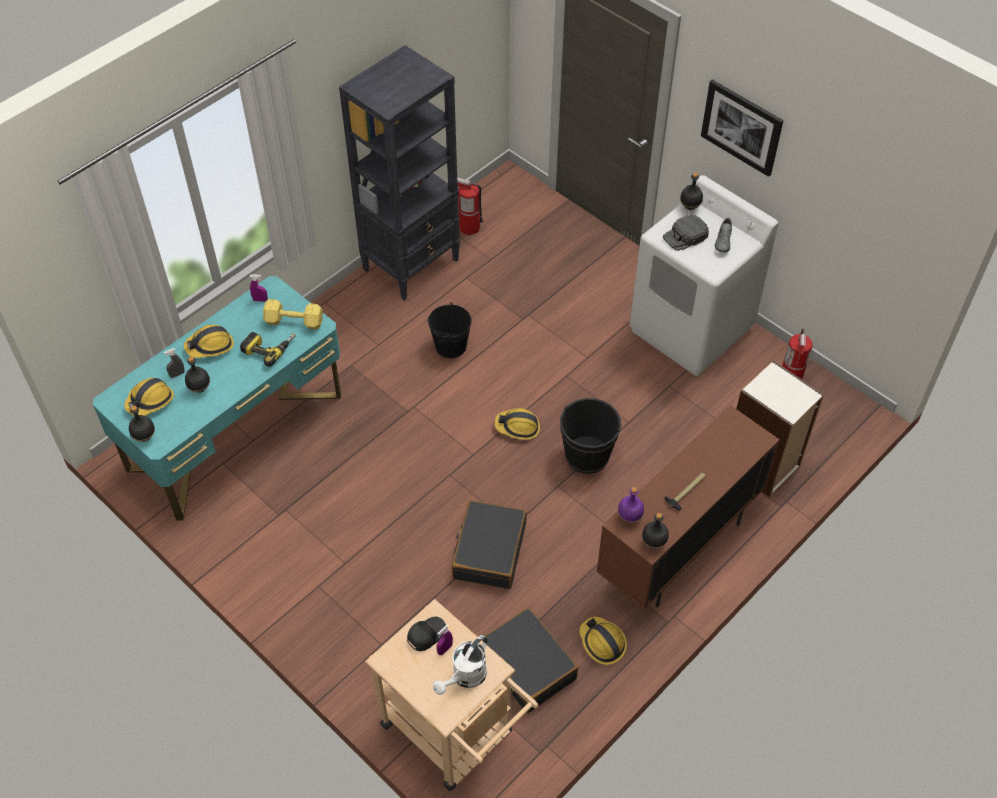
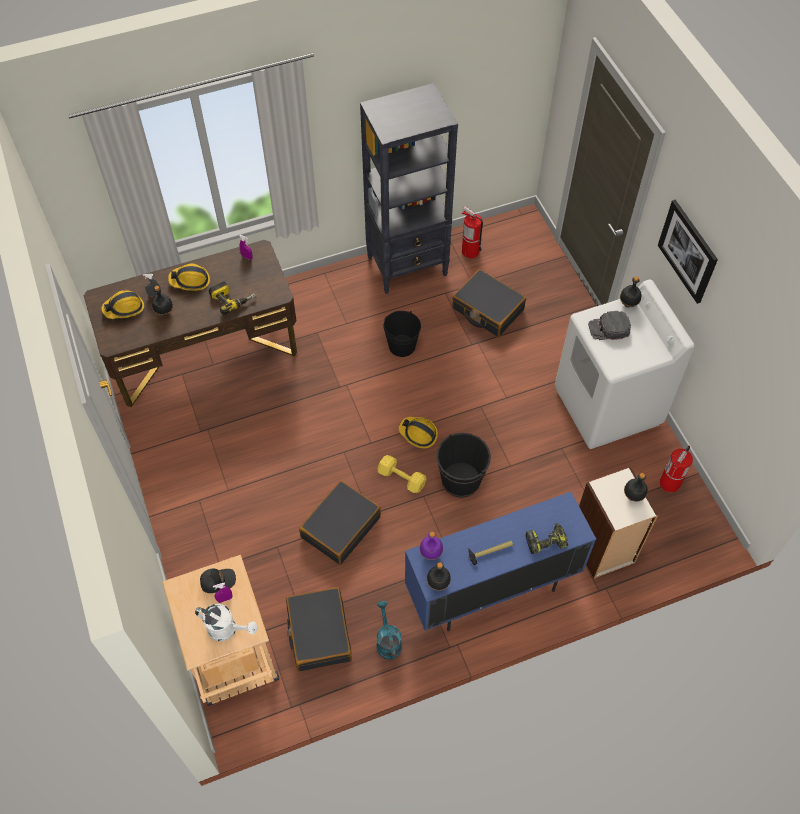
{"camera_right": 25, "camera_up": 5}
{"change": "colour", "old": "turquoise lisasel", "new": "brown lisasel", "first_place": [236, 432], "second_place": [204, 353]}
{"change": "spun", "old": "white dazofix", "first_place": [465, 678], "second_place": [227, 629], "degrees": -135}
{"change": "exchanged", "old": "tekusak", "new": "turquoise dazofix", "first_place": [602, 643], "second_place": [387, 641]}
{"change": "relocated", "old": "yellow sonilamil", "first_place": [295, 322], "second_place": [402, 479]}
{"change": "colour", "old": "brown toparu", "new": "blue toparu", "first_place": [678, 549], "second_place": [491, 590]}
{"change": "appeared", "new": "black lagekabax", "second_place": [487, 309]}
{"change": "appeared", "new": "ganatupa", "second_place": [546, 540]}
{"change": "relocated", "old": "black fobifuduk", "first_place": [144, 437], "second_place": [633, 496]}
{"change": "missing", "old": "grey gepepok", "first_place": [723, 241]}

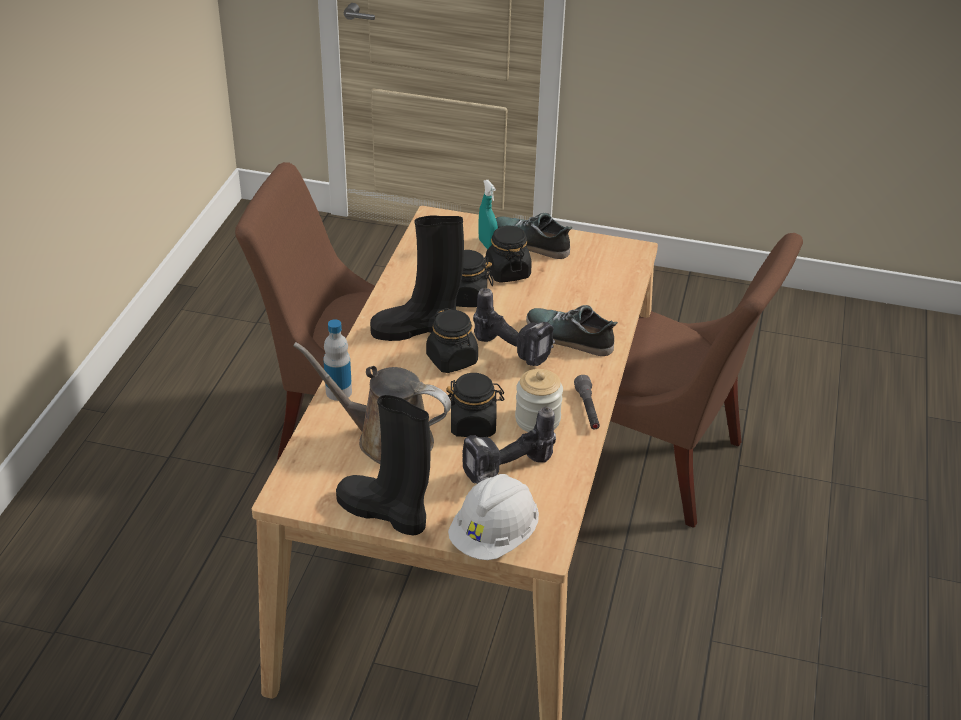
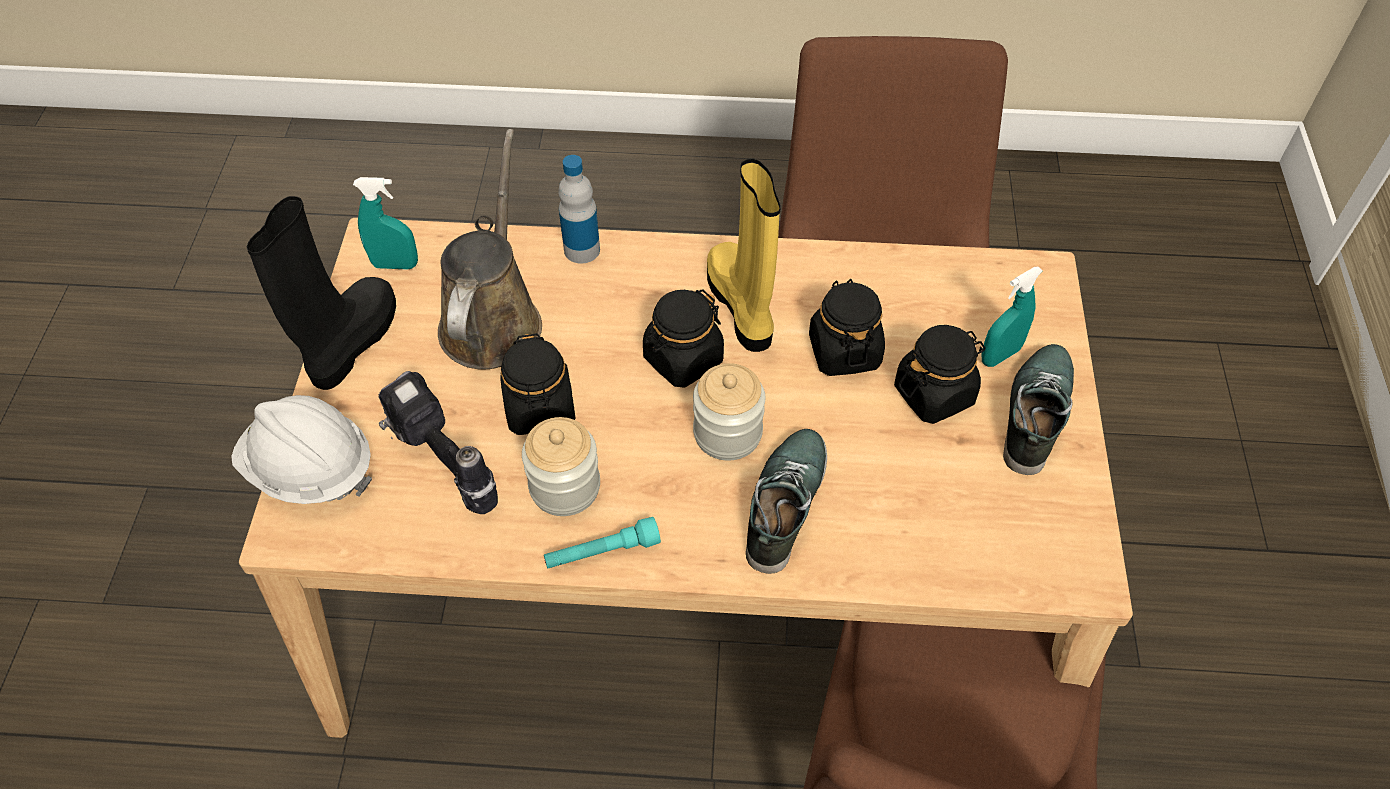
{"camera_right": 80, "camera_up": 15}
{"change": "appeared", "new": "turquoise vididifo", "second_place": [395, 265]}
{"change": "colour", "old": "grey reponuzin", "new": "turquoise reponuzin", "first_place": [587, 409], "second_place": [602, 552]}
{"change": "exchanged", "old": "ganatupa", "new": "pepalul", "first_place": [514, 350], "second_place": [727, 433]}
{"change": "colour", "old": "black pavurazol", "new": "yellow pavurazol", "first_place": [416, 330], "second_place": [742, 306]}

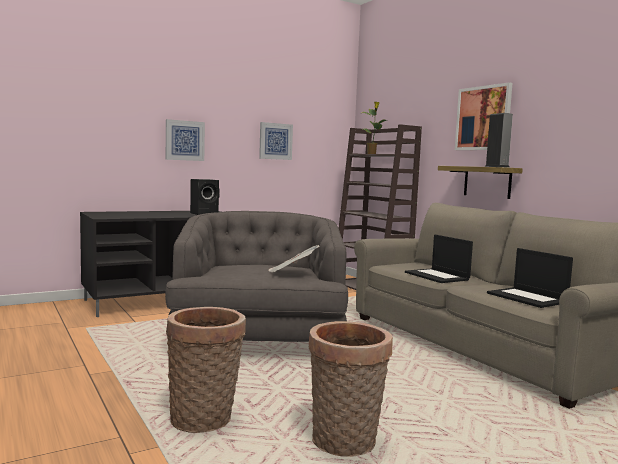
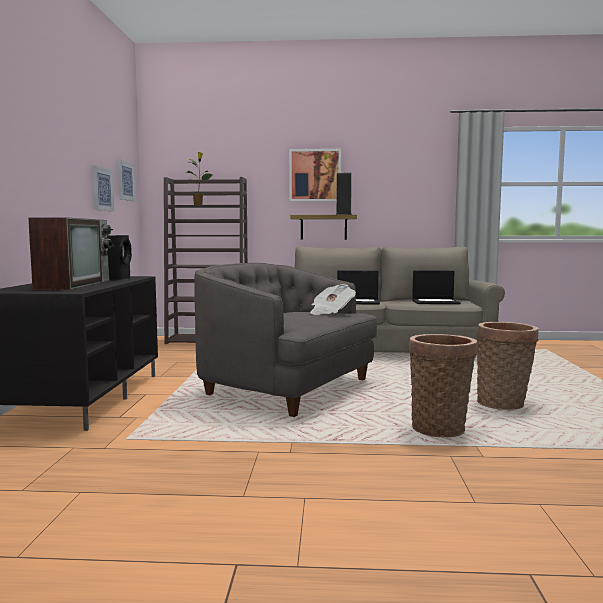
{"camera_right": -55, "camera_up": 0}
{"change": "appeared", "new": "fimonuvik", "second_place": [74, 284]}
{"change": "relocated", "old": "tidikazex", "first_place": [184, 140], "second_place": [125, 181]}

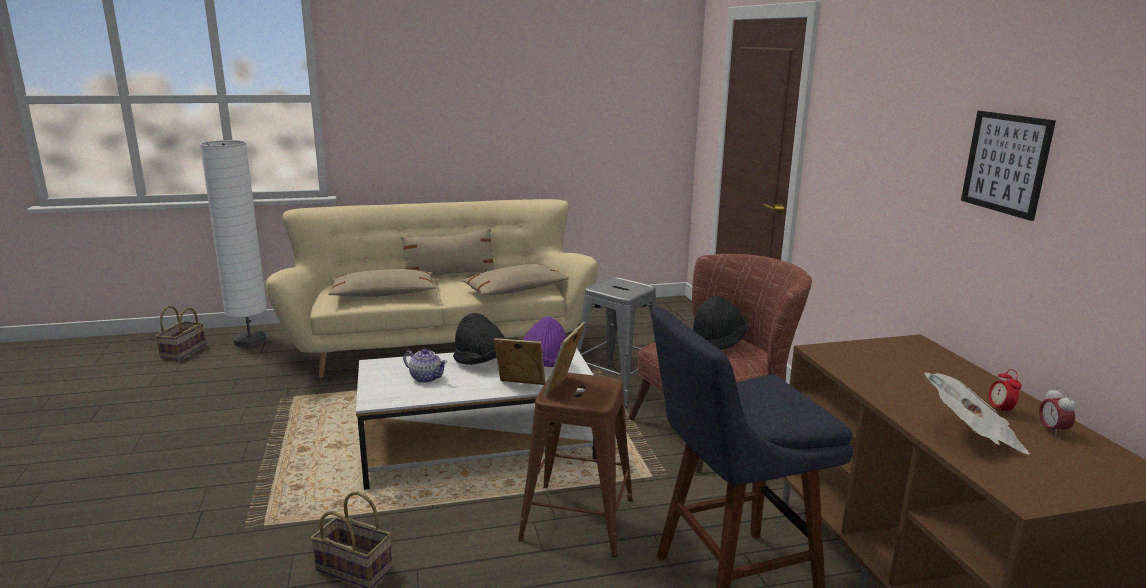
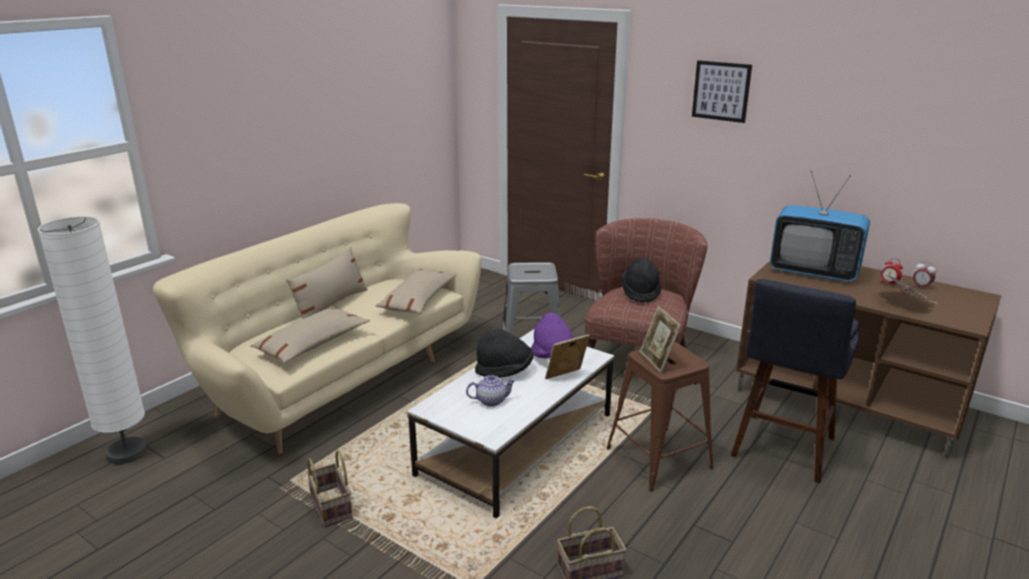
{"camera_right": -40, "camera_up": 5}
{"change": "relocated", "old": "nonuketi", "first_place": [183, 351], "second_place": [332, 507]}
{"change": "relocated", "old": "tidikazex", "first_place": [1006, 163], "second_place": [721, 91]}
{"change": "appeared", "new": "fimonuvik", "second_place": [813, 272]}

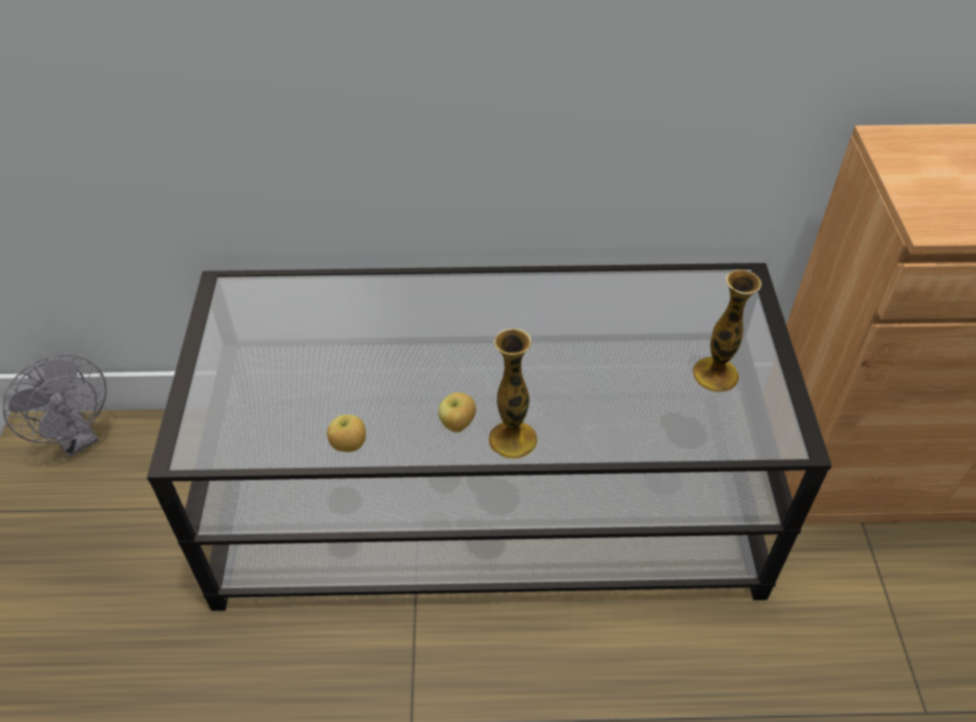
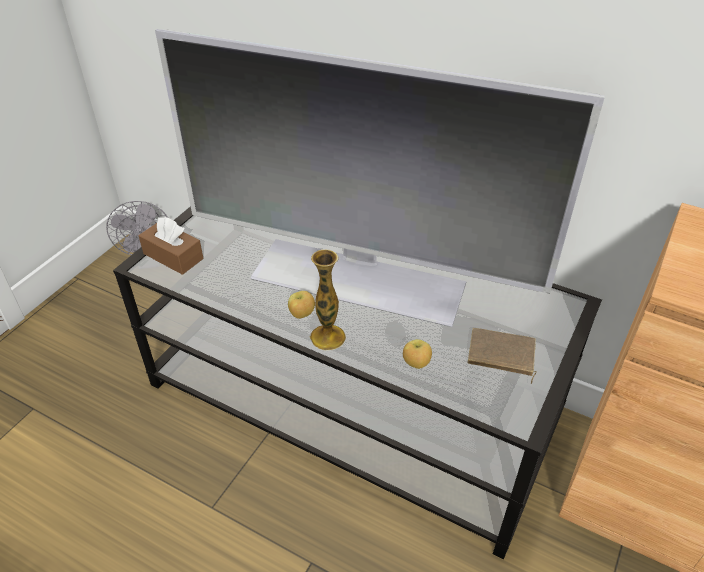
{"camera_right": 30, "camera_up": -5}
{"change": "appeared", "new": "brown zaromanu", "second_place": [173, 256]}
{"change": "appeared", "new": "fimonuvik", "second_place": [359, 278]}
{"change": "relocated", "old": "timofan", "first_place": [348, 446], "second_place": [416, 364]}
{"change": "exchanged", "old": "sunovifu", "new": "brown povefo", "first_place": [715, 374], "second_place": [500, 356]}

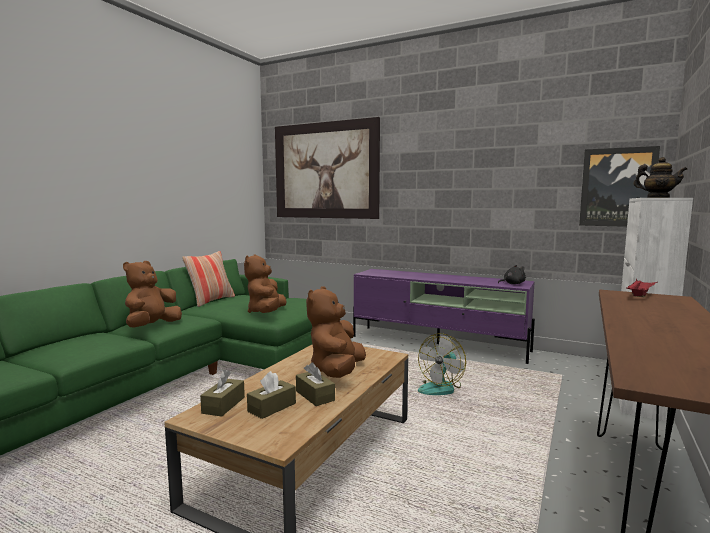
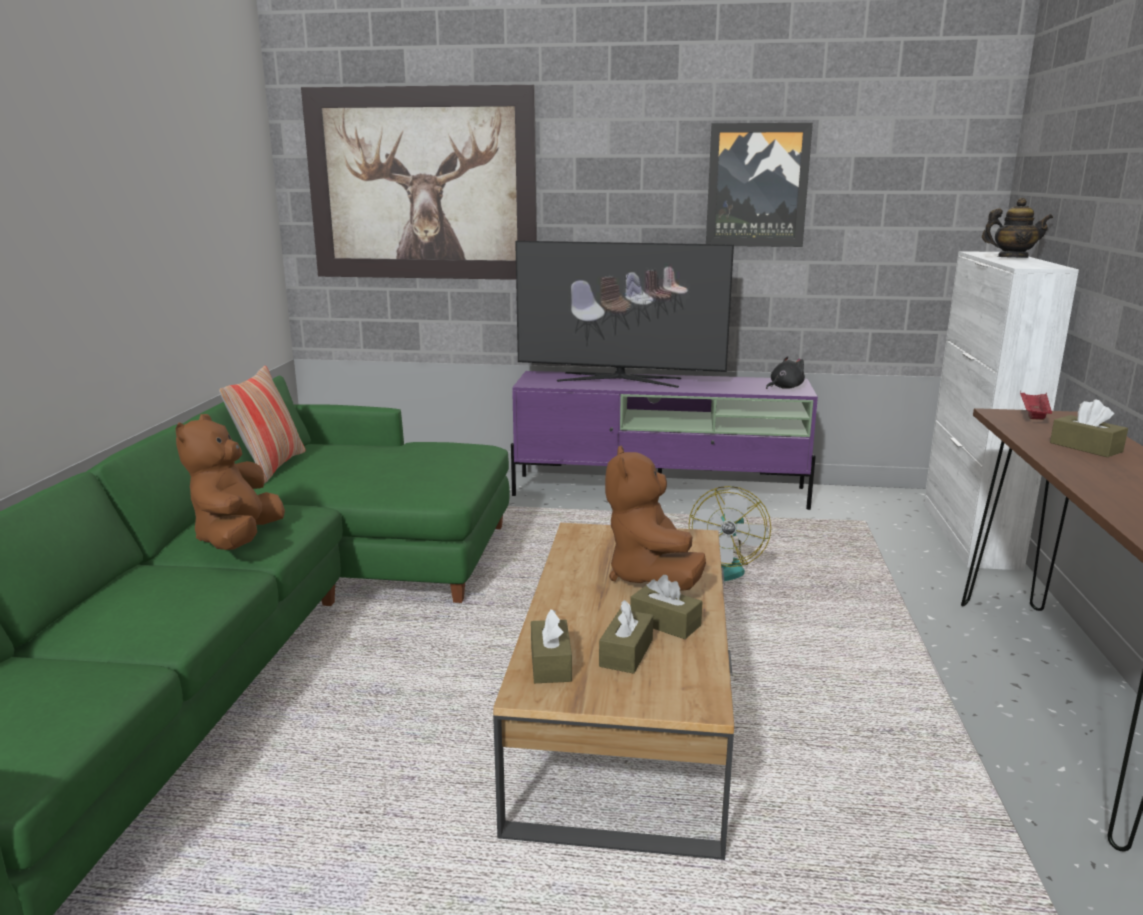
{"camera_right": -20, "camera_up": 10}
{"change": "appeared", "new": "fimonuvik", "second_place": [619, 379]}
{"change": "relocated", "old": "tidikazex", "first_place": [617, 187], "second_place": [757, 185]}
{"change": "appeared", "new": "brown zaromanu", "second_place": [1085, 447]}
{"change": "missing", "old": "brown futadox", "first_place": [266, 312]}

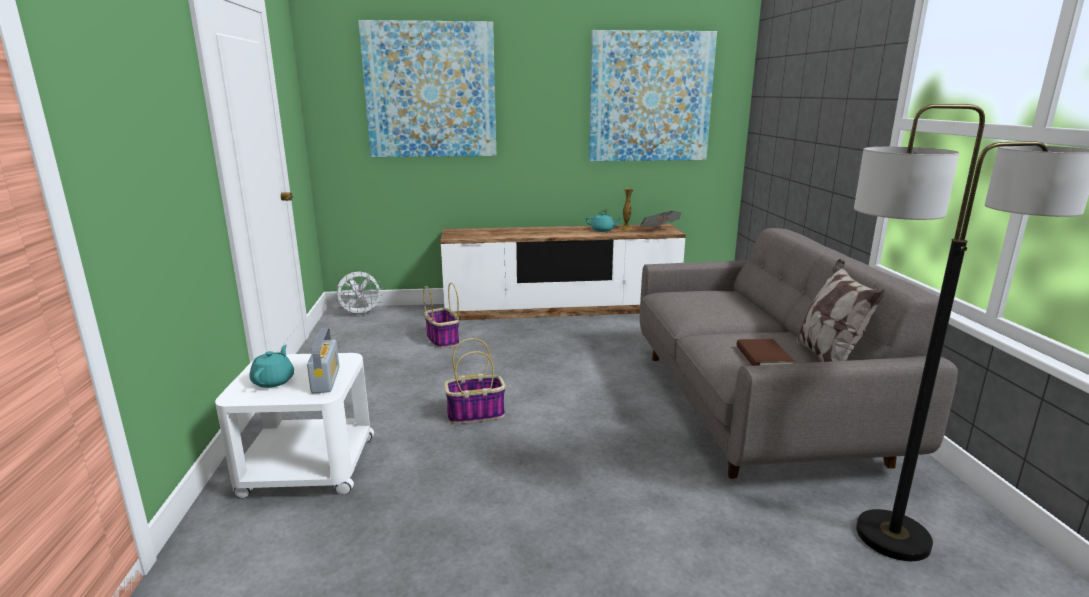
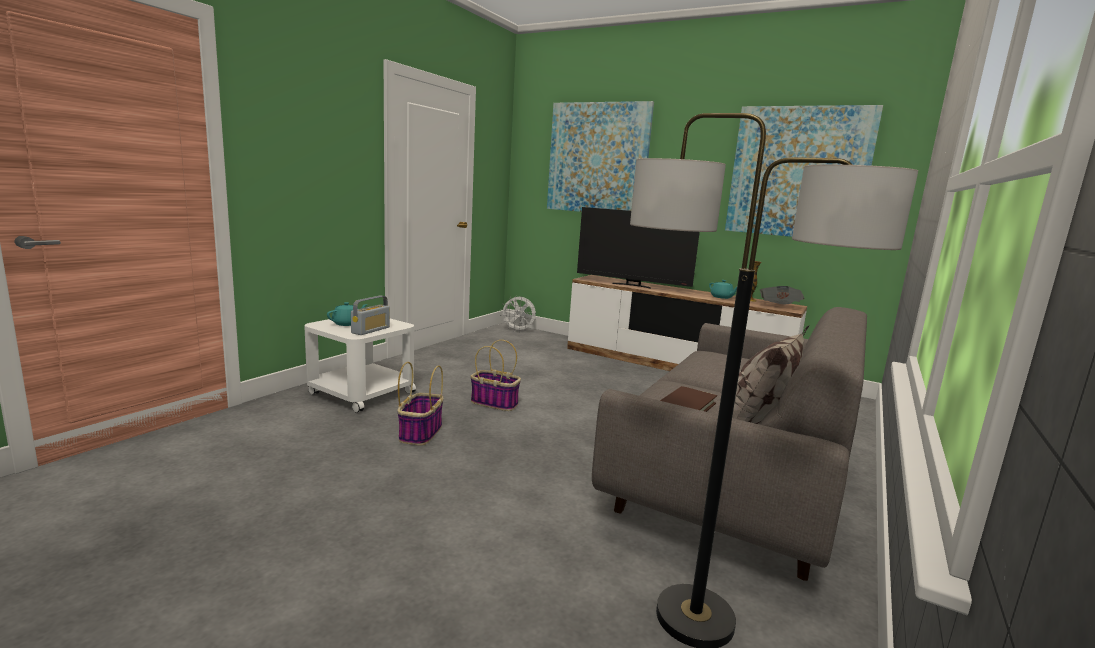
{"camera_right": 35, "camera_up": -5}
{"change": "relocated", "old": "nonuketi", "first_place": [442, 339], "second_place": [420, 432]}
{"change": "appeared", "new": "fimonuvik", "second_place": [632, 285]}

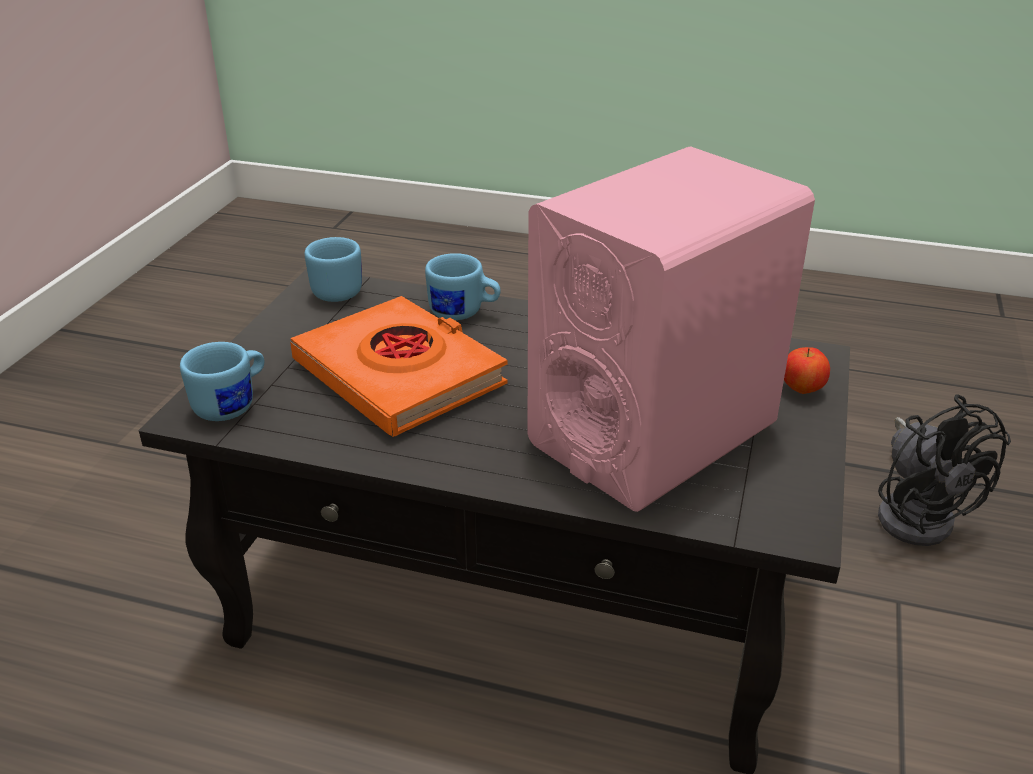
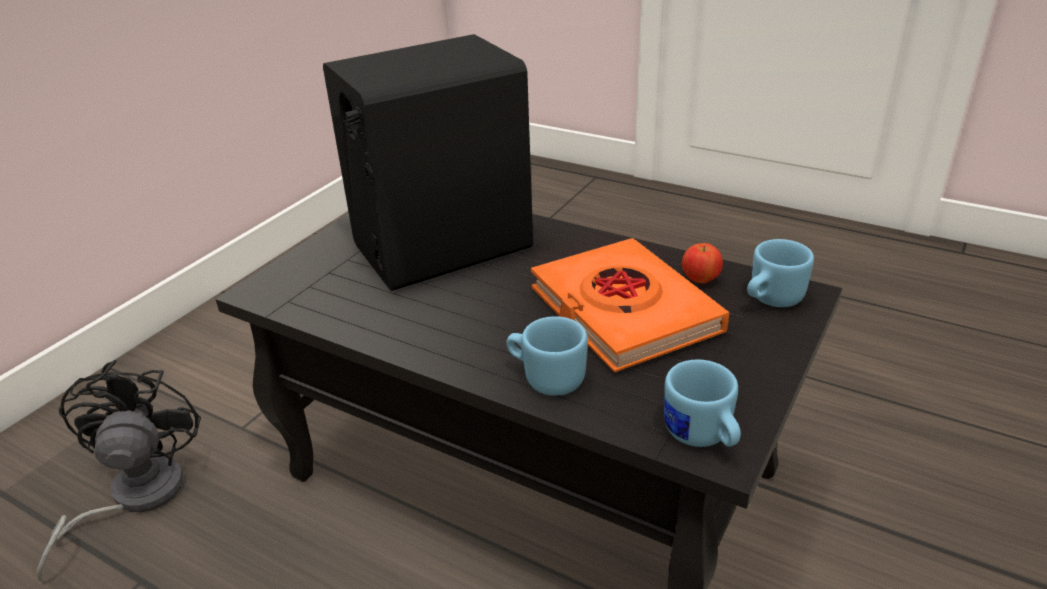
{"camera_right": -165, "camera_up": 0}
{"change": "colour", "old": "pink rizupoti", "new": "black rizupoti", "first_place": [653, 433], "second_place": [441, 247]}
{"change": "relocated", "old": "timofan", "first_place": [801, 390], "second_place": [700, 280]}

